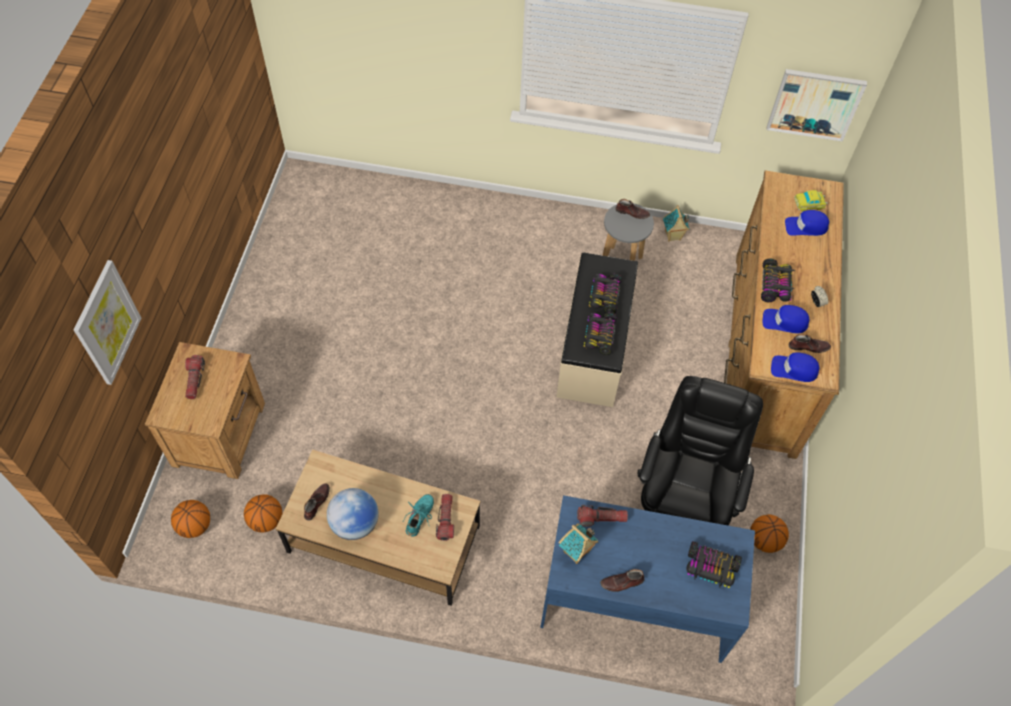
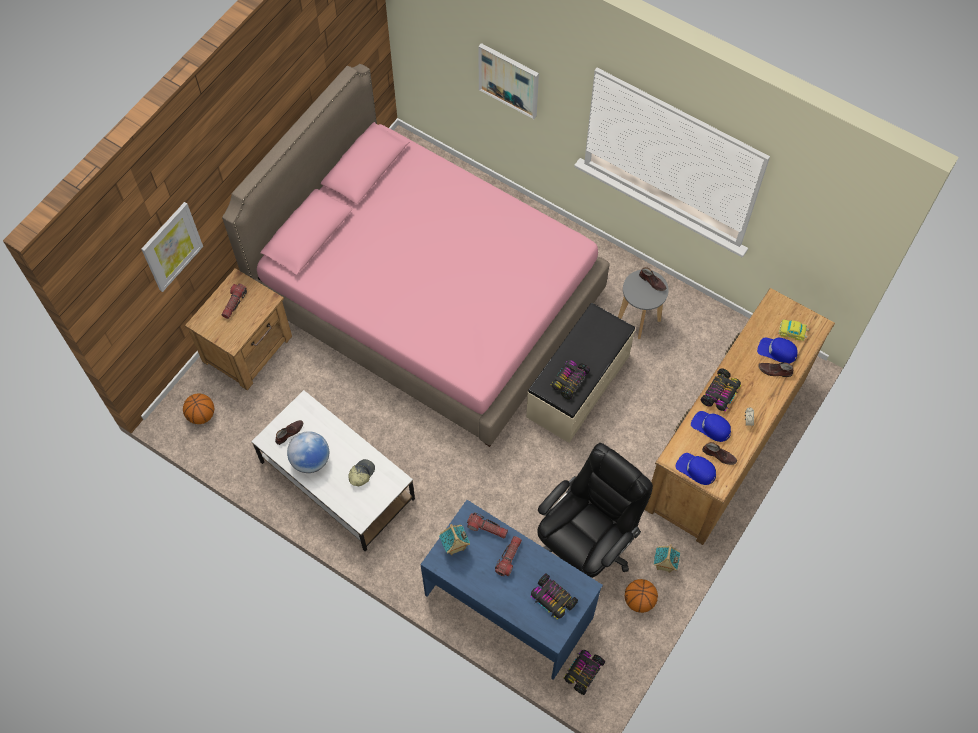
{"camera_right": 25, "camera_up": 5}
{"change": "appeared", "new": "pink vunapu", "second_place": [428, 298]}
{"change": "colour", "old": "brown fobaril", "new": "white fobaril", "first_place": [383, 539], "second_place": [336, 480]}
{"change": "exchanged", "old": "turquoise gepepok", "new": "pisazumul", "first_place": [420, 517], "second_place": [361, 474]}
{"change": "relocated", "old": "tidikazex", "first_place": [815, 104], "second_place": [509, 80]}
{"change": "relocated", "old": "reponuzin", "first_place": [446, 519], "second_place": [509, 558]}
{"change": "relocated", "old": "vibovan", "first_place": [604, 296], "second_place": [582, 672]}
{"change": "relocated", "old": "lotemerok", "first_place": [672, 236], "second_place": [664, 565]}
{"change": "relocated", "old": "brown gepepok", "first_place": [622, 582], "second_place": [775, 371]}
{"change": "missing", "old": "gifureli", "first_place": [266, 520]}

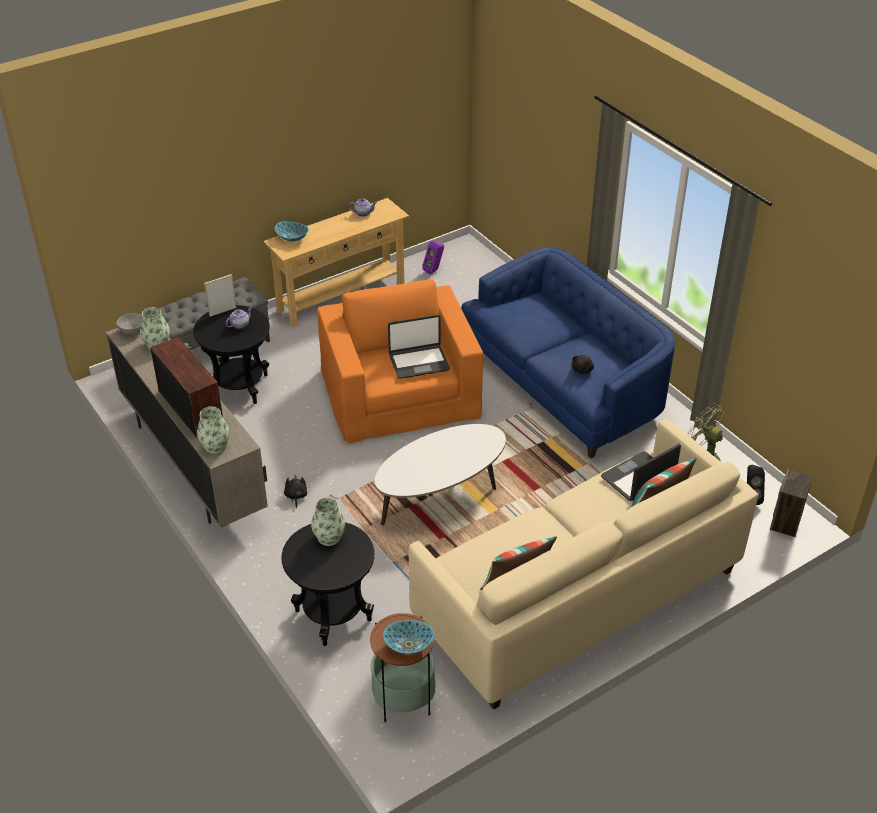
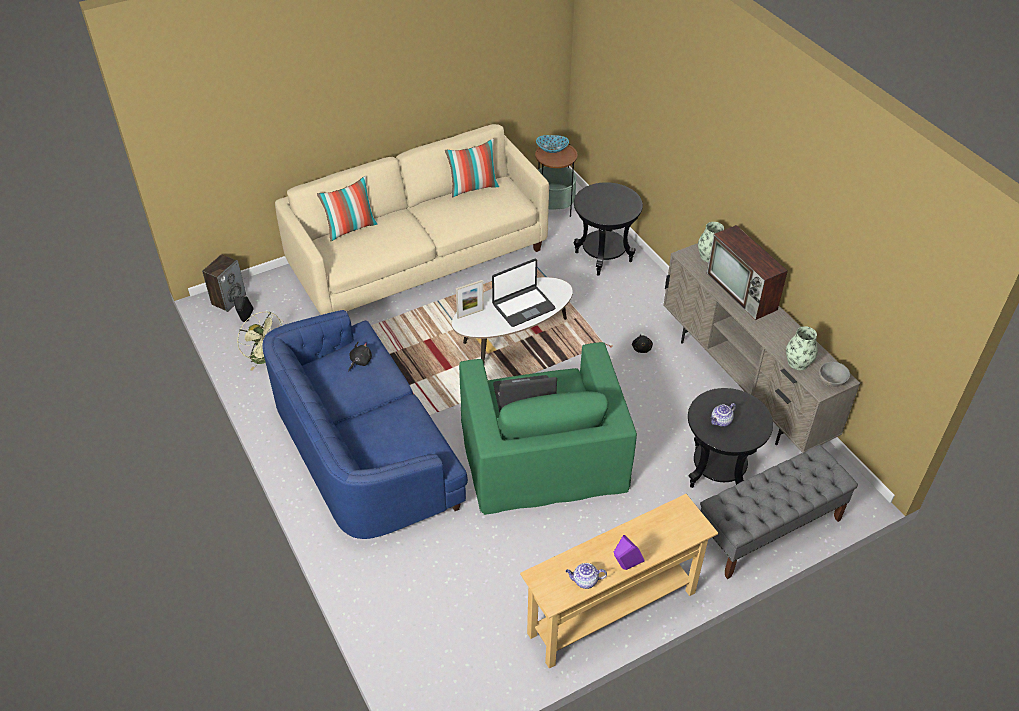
{"camera_right": -175, "camera_up": 5}
{"change": "relocated", "old": "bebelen", "first_place": [222, 311], "second_place": [470, 313]}
{"change": "colour", "old": "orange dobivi", "new": "green dobivi", "first_place": [400, 392], "second_place": [542, 453]}
{"change": "relocated", "old": "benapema", "first_place": [638, 478], "second_place": [523, 306]}
{"change": "relocated", "old": "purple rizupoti", "first_place": [434, 270], "second_place": [625, 567]}
{"change": "missing", "old": "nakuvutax", "first_place": [292, 238]}
{"change": "missing", "old": "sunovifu", "first_place": [329, 537]}

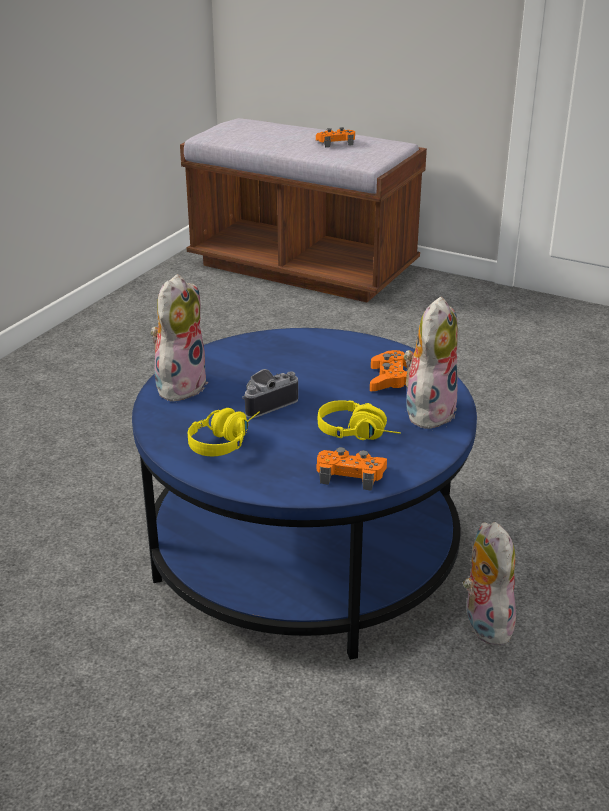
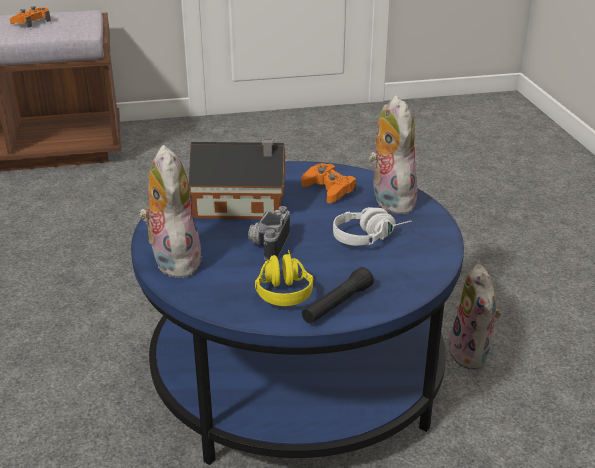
{"camera_right": -40, "camera_up": 0}
{"change": "appeared", "new": "lotemerok", "second_place": [243, 205]}
{"change": "appeared", "new": "black reponuzin", "second_place": [337, 305]}
{"change": "colour", "old": "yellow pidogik", "new": "white pidogik", "first_place": [359, 433], "second_place": [370, 236]}
{"change": "spun", "old": "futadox", "first_place": [483, 623], "second_place": [472, 355], "degrees": -135}
{"change": "missing", "old": "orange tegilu", "first_place": [350, 475]}

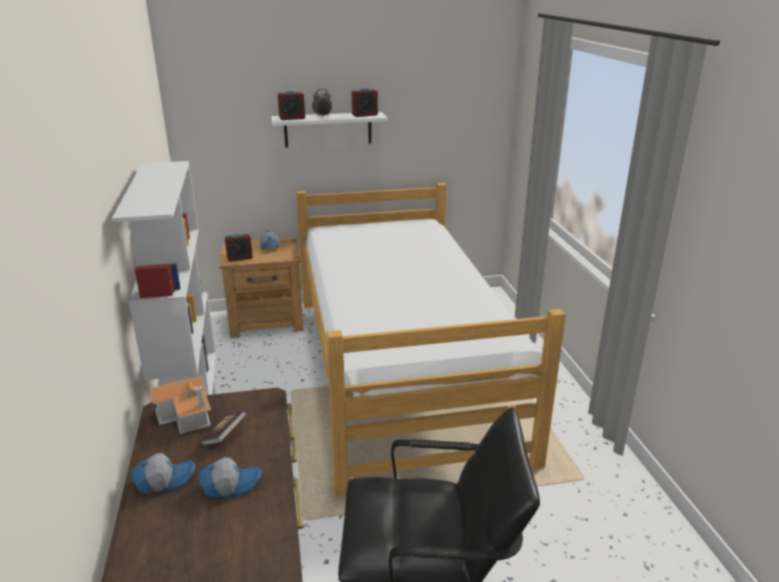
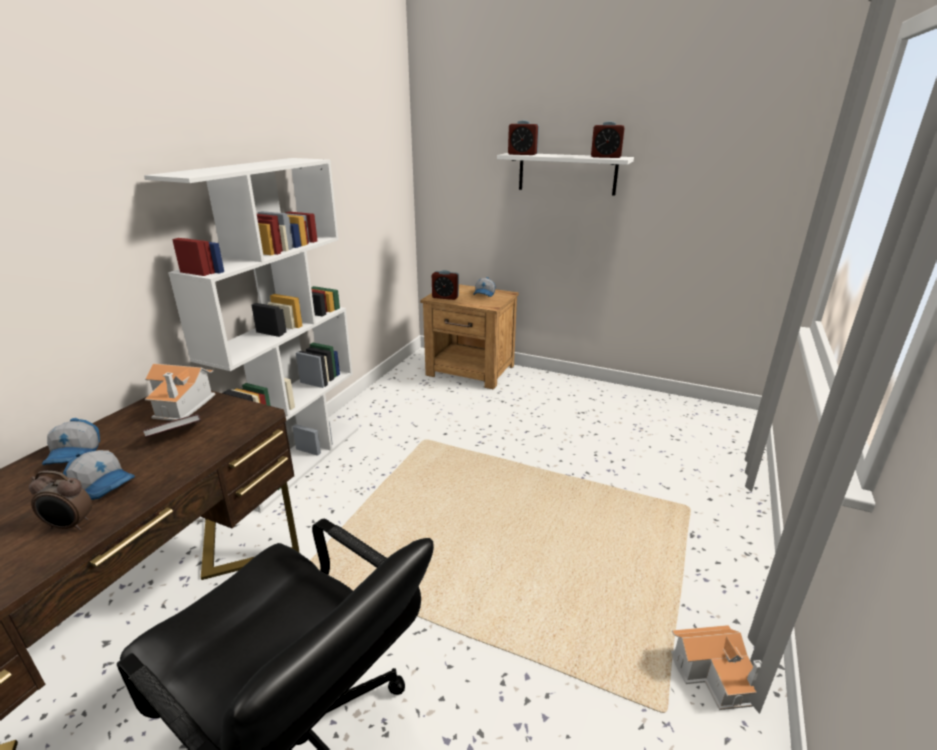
{"camera_right": 35, "camera_up": 0}
{"change": "relocated", "old": "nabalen", "first_place": [323, 116], "second_place": [70, 526]}
{"change": "spun", "old": "pisazumul", "first_place": [165, 480], "second_place": [76, 453], "degrees": 60}
{"change": "appeared", "new": "lotemerok", "second_place": [715, 675]}
{"change": "missing", "old": "vunapu", "first_place": [401, 369]}

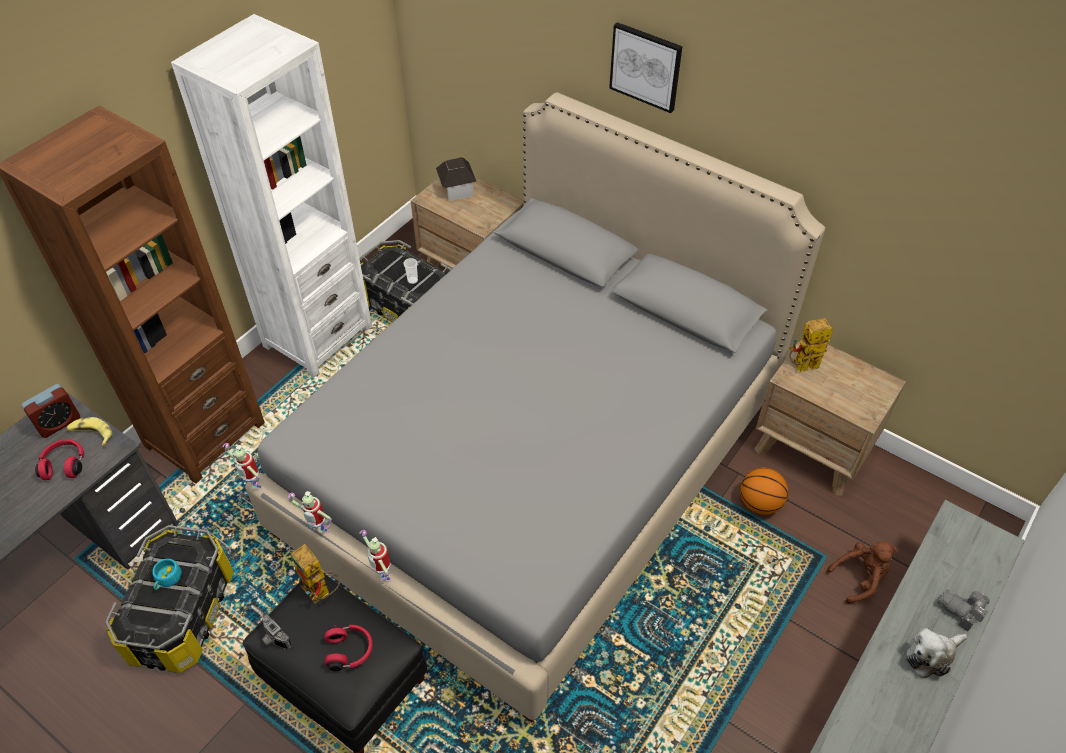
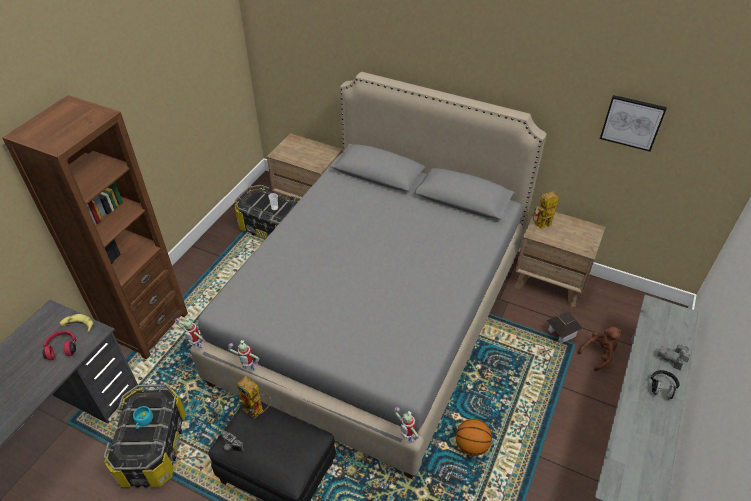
{"camera_right": -10, "camera_up": -5}
{"change": "relocated", "old": "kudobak", "first_place": [383, 576], "second_place": [406, 440]}
{"change": "relocated", "old": "gifureli", "first_place": [760, 503], "second_place": [471, 446]}
{"change": "relocated", "old": "lotemerok", "first_place": [457, 190], "second_place": [561, 333]}
{"change": "relocated", "old": "tidikazex", "first_place": [646, 66], "second_place": [632, 122]}
{"change": "exchanged", "old": "futadox", "new": "black pidogik", "first_place": [931, 655], "second_place": [662, 388]}
{"change": "missing", "old": "nabalen", "first_place": [58, 423]}
{"change": "missing", "old": "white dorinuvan", "first_place": [317, 336]}
{"change": "missing", "old": "red pidogik", "first_place": [350, 651]}

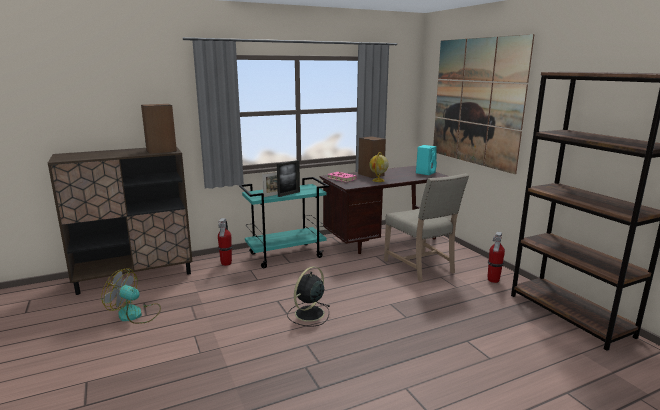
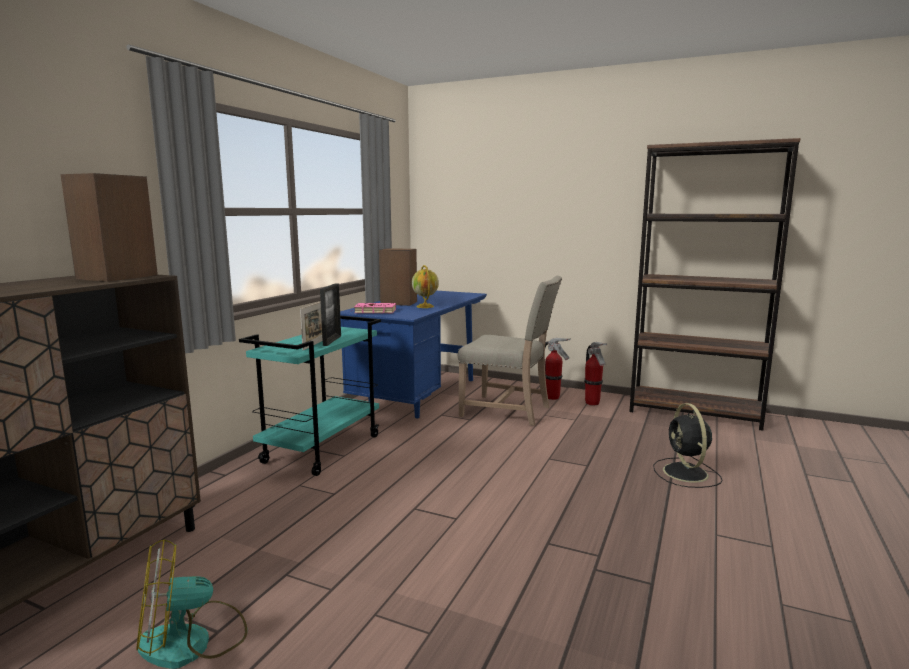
{"camera_right": -40, "camera_up": -5}
{"change": "colour", "old": "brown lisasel", "new": "blue lisasel", "first_place": [382, 241], "second_place": [419, 397]}
{"change": "relocated", "old": "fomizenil", "first_place": [226, 263], "second_place": [553, 398]}
{"change": "relocated", "old": "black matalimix", "first_place": [308, 314], "second_place": [686, 473]}
{"change": "missing", "old": "turquoise rizupoti", "first_place": [425, 173]}
{"change": "missing", "old": "tidikazex", "first_place": [476, 102]}

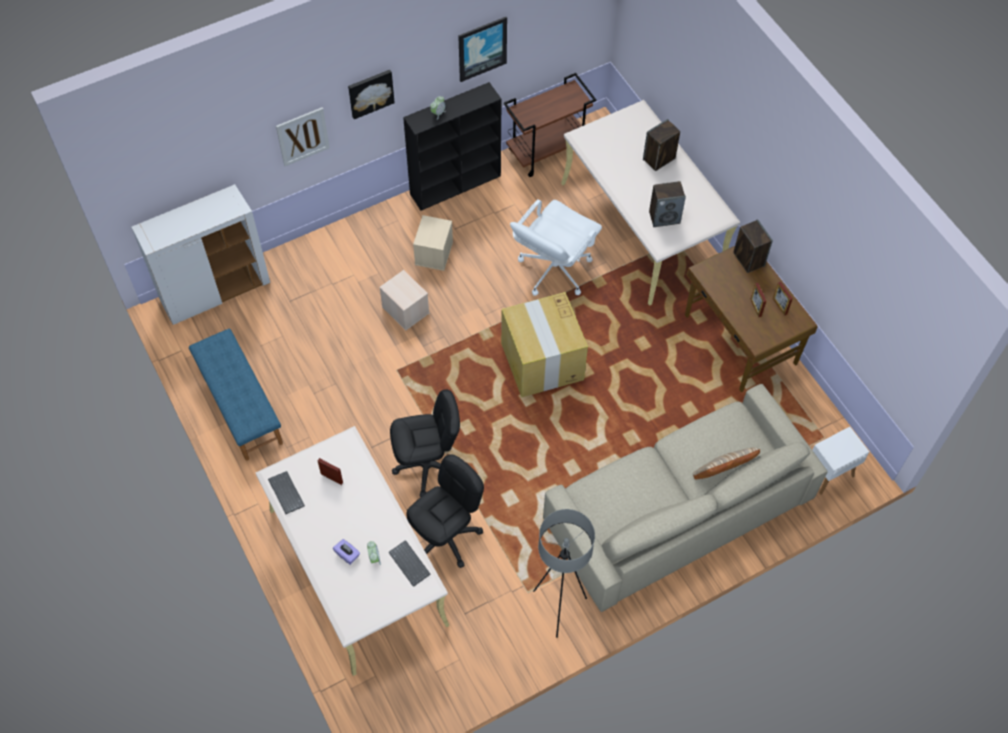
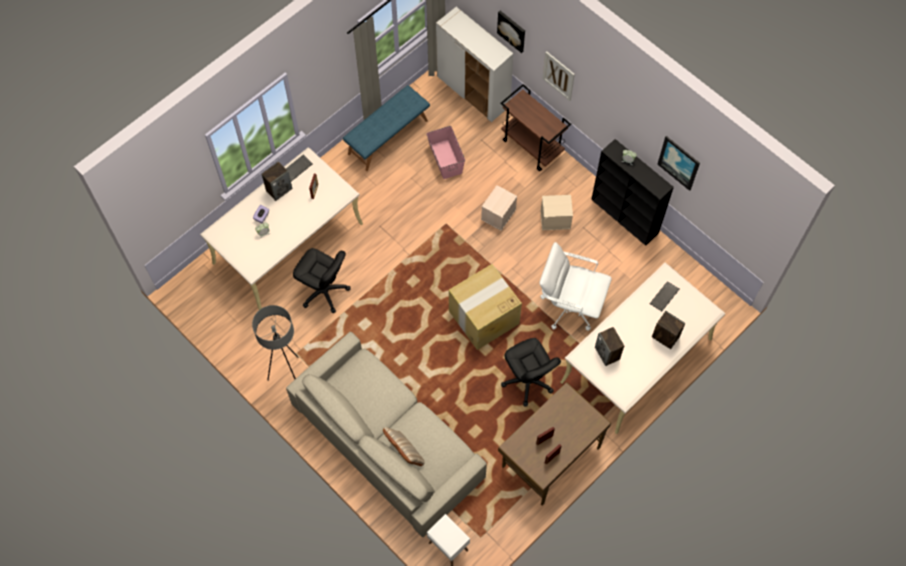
{"camera_right": 75, "camera_up": 5}
{"change": "relocated", "old": "rizupoti", "first_place": [748, 259], "second_place": [279, 189]}
{"change": "appeared", "new": "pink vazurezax", "second_place": [446, 158]}
{"change": "relocated", "old": "tidikazex", "first_place": [370, 93], "second_place": [512, 30]}
{"change": "relocated", "old": "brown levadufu", "first_place": [547, 151], "second_place": [532, 146]}
{"change": "relocated", "old": "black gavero", "first_place": [427, 466], "second_place": [527, 381]}
{"change": "relocated", "old": "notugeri", "first_place": [410, 563], "second_place": [664, 297]}

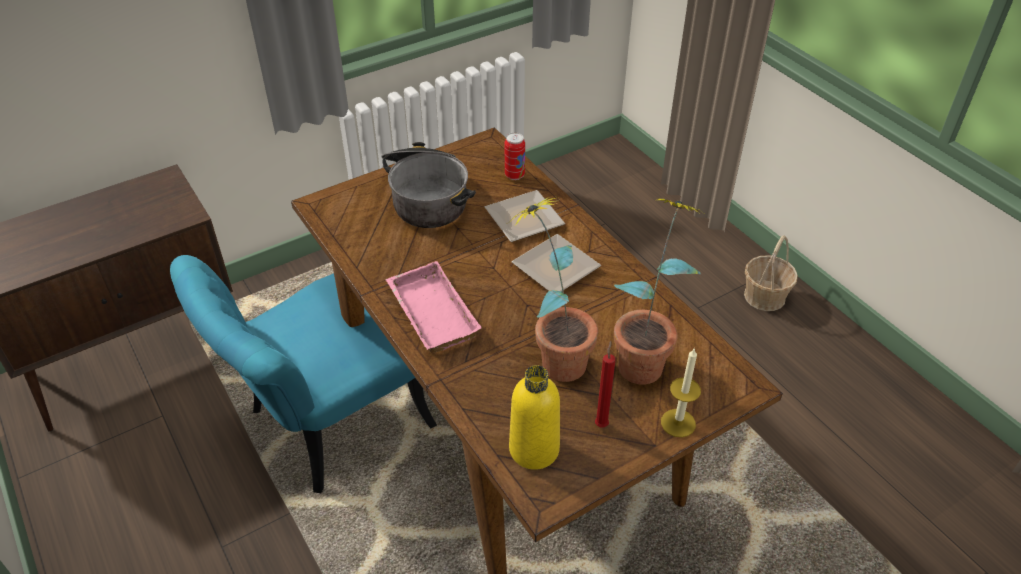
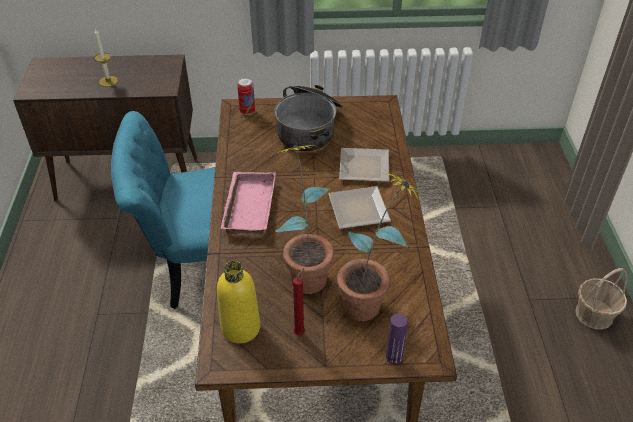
{"camera_right": 30, "camera_up": 0}
{"change": "relocated", "old": "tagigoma", "first_place": [678, 423], "second_place": [108, 81]}
{"change": "relocated", "old": "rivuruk", "first_place": [514, 175], "second_place": [247, 111]}
{"change": "appeared", "new": "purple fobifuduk", "second_place": [394, 356]}

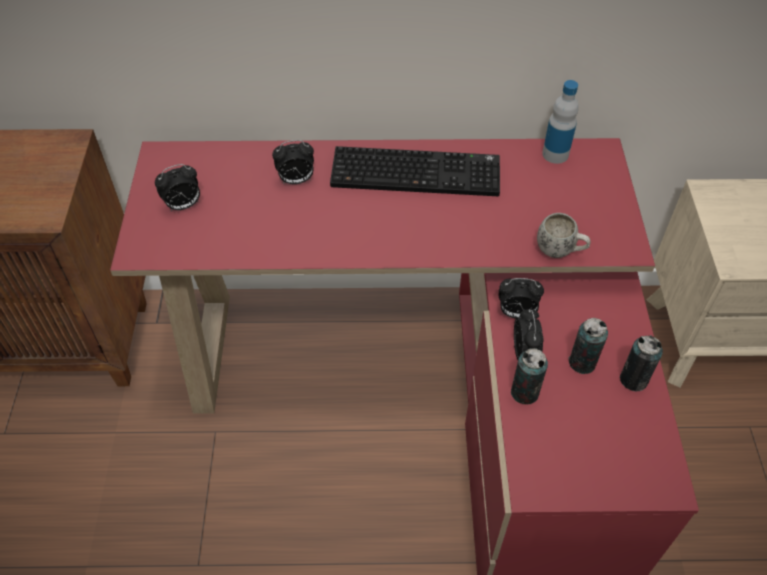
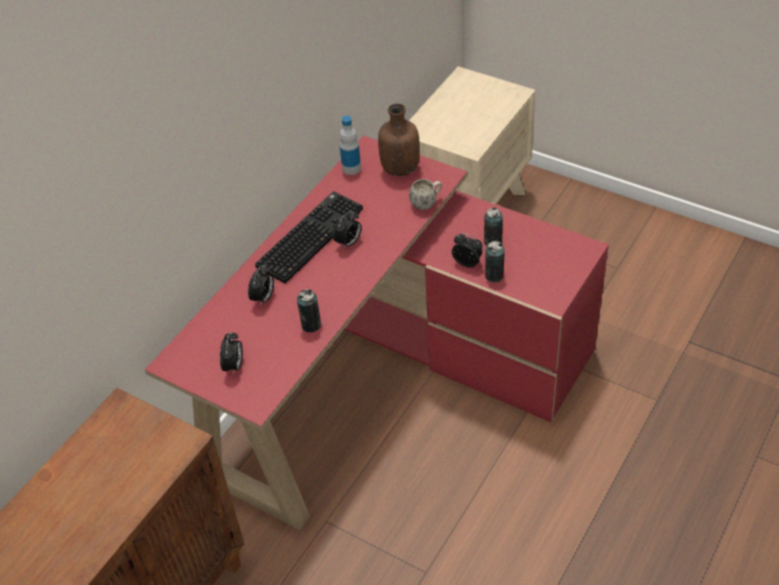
{"camera_right": -55, "camera_up": -5}
{"change": "relocated", "old": "rivuruk", "first_place": [633, 379], "second_place": [311, 325]}
{"change": "relocated", "old": "nabalen", "first_place": [516, 313], "second_place": [348, 243]}
{"change": "appeared", "new": "brown fobifuduk", "second_place": [400, 168]}

